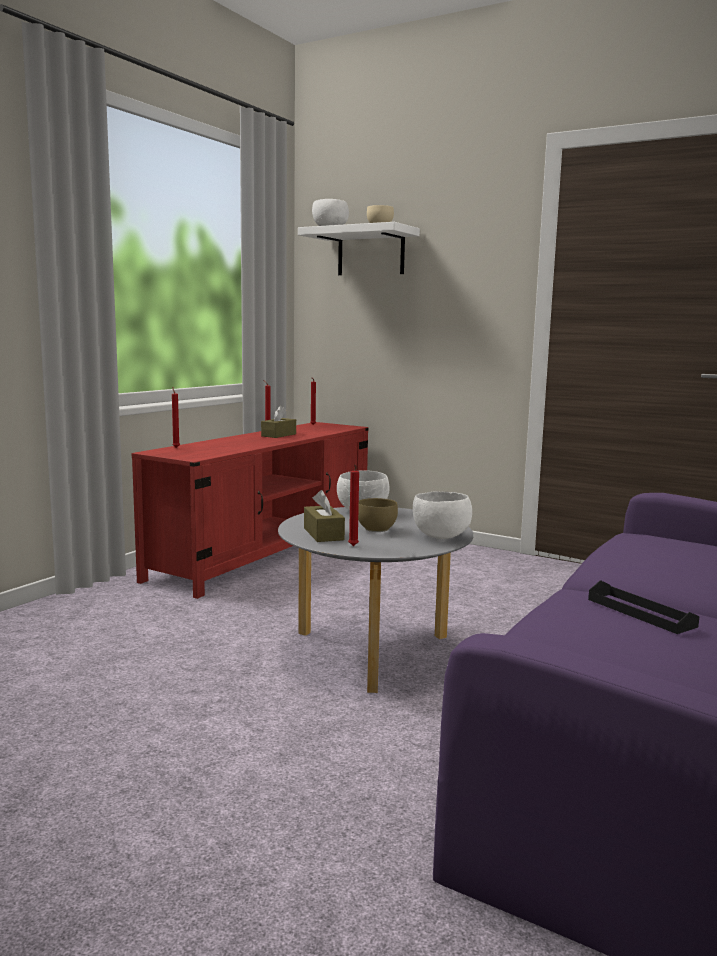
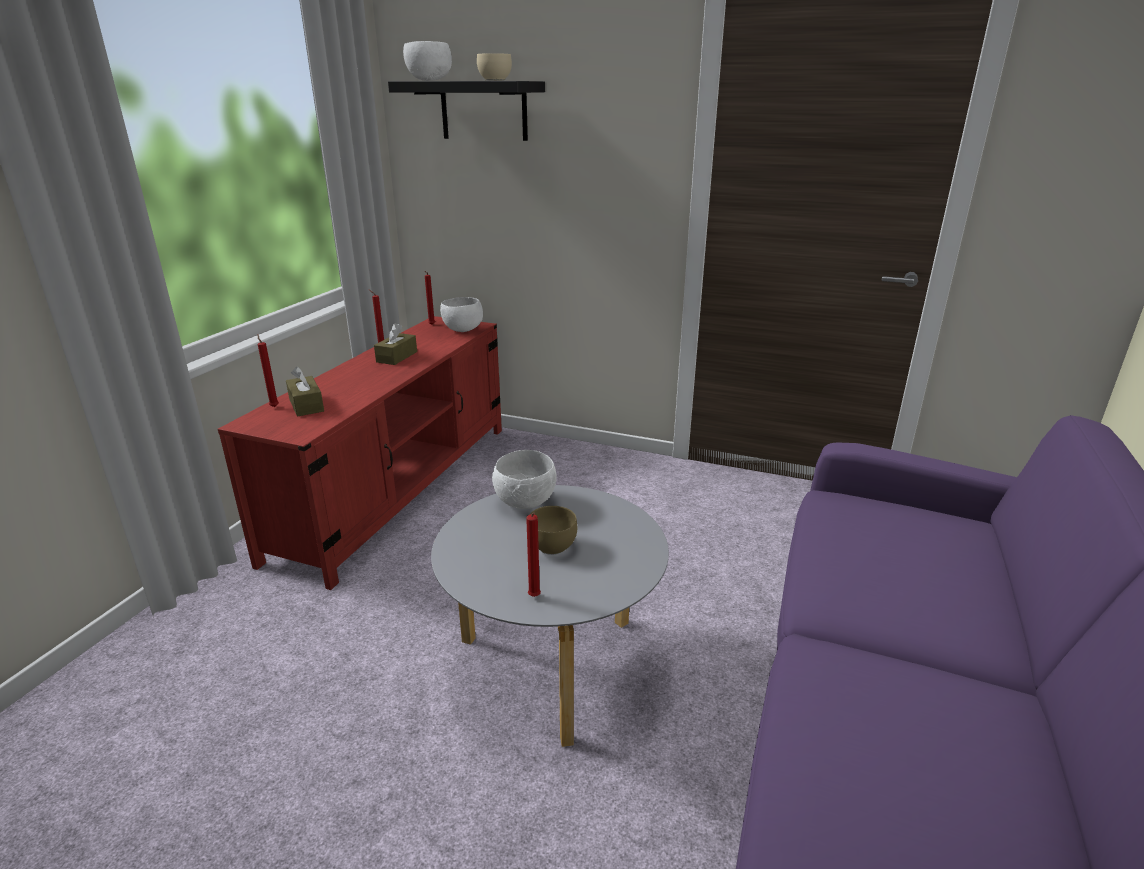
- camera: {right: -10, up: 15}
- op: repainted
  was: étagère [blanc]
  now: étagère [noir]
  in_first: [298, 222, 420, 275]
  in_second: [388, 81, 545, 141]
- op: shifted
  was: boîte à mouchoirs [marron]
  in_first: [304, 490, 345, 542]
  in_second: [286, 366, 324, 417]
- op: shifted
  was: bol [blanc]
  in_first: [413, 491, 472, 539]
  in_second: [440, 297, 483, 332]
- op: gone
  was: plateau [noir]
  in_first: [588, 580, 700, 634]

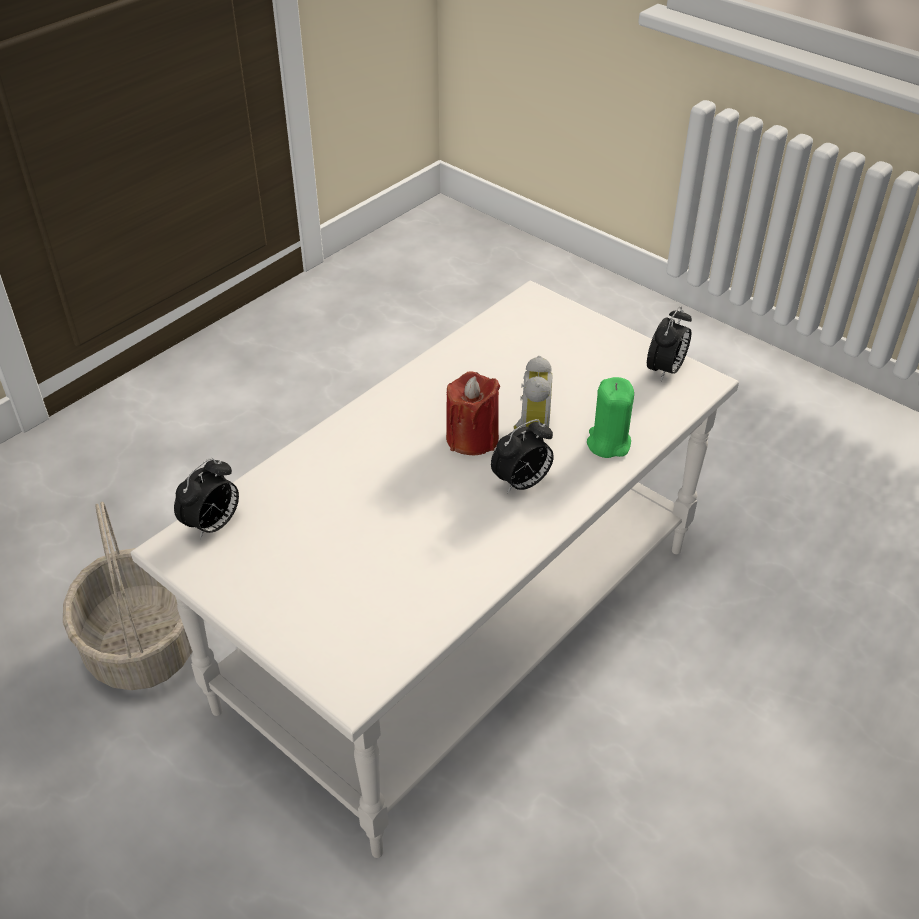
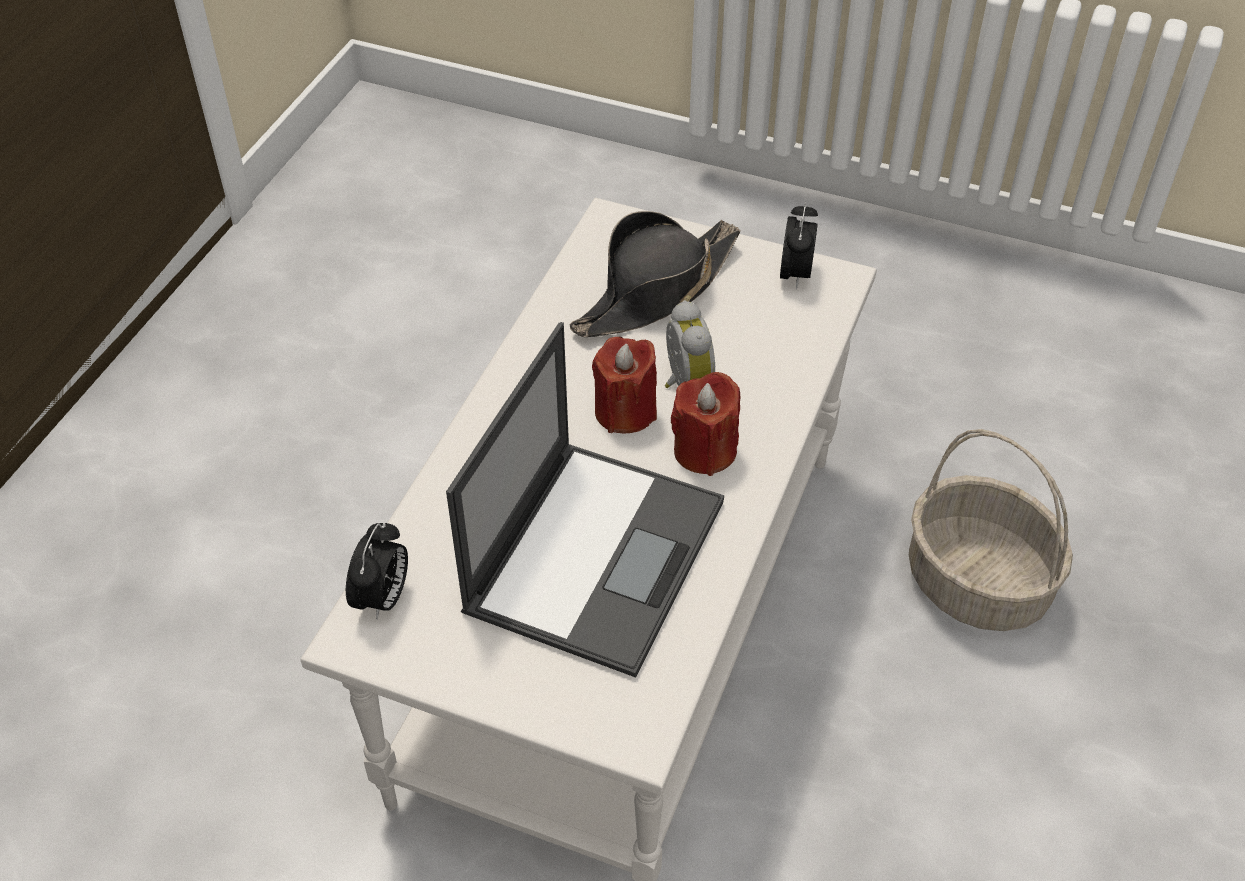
- camera: {right: -20, up: 5}
- op: gone
  was: bougie [vert]
  in_first: [587, 377, 634, 458]
- op: swapped
  was: réveil
  now: bougie [rouge]
  in_first: [491, 419, 554, 493]
  in_second: [671, 372, 740, 476]
- op: shifted
  was: panier
  in_first: [63, 502, 193, 690]
  in_second: [909, 429, 1073, 631]
- op: new
  now: chapeau [noir]
  in_second: [569, 211, 740, 337]
- op: new
  now: ordinateur portable
  in_second: [446, 322, 724, 678]

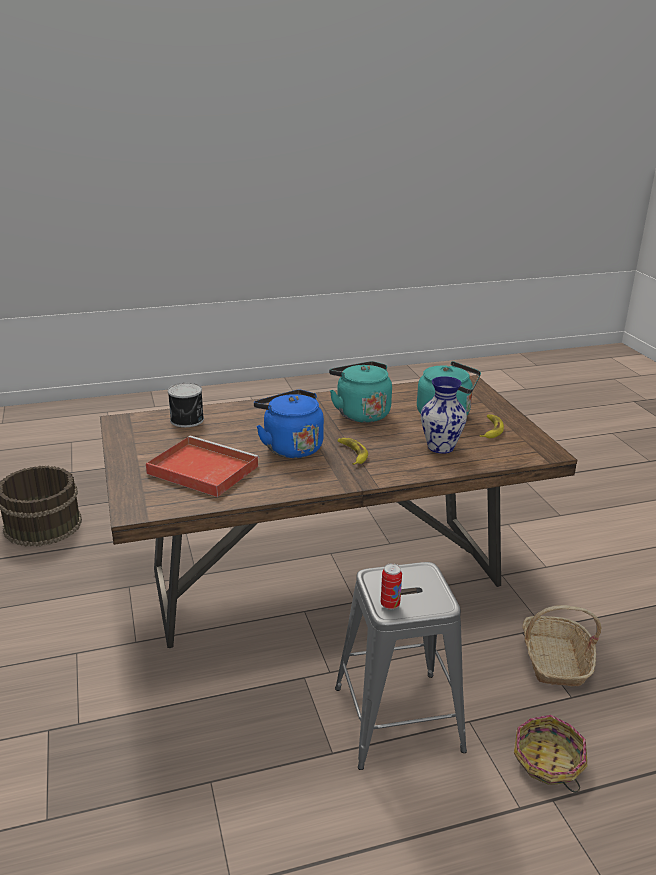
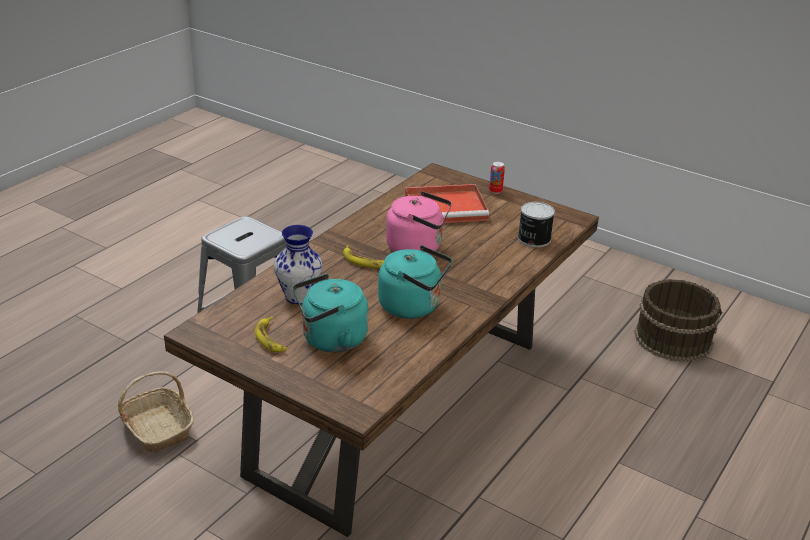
- camera: {right: 140, up: 5}
- op: repainted
  was: bouilloire [bleu]
  now: bouilloire [rose]
  in_first: [254, 390, 324, 458]
  in_second: [386, 191, 452, 254]
- op: shifted
  was: boîte métallique
  in_first: [381, 563, 402, 610]
  in_second: [489, 161, 505, 194]
- op: gone
  was: panier
  in_first: [514, 715, 588, 792]

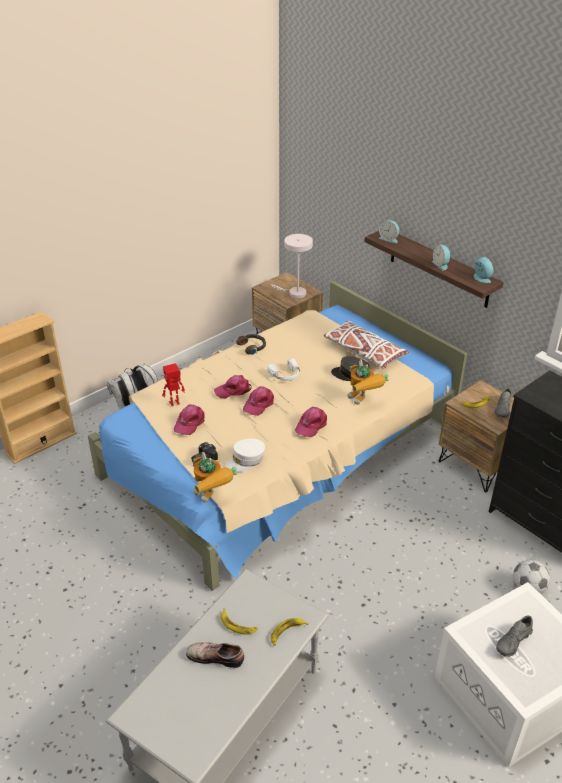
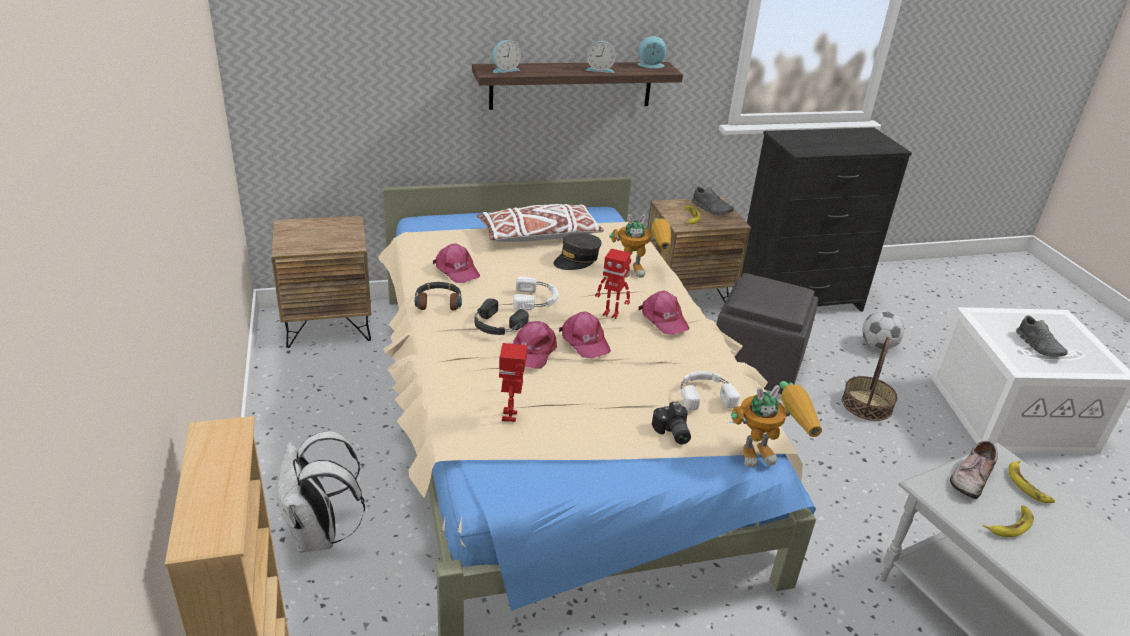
- camera: {right: -65, up: -5}
- op: gone
  was: lampe de table [blanc]
  in_first: [272, 234, 313, 298]
- op: shifted
  was: casquette [rose]
  in_first: [174, 405, 205, 435]
  in_second: [433, 243, 480, 283]
- op: swapped
  was: casquette [blanc]
  now: casque audio [blanc]
  in_first: [226, 438, 265, 472]
  in_second: [681, 371, 740, 410]
- op: shifted
  was: chaussure
  in_first: [186, 642, 244, 668]
  in_second: [950, 441, 998, 499]
- op: new
  now: robot jouet
  in_second: [595, 248, 631, 319]
- op: new
  now: pouf [gris]
  in_second: [716, 273, 818, 394]
- op: new
  now: casque audio [noir]
  in_second: [474, 298, 529, 335]
- op: new
  now: panier
  in_second: [842, 337, 897, 421]

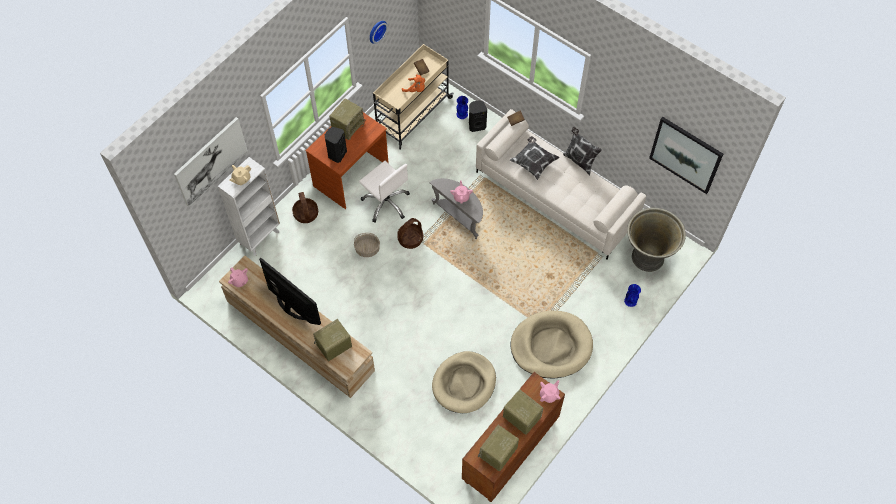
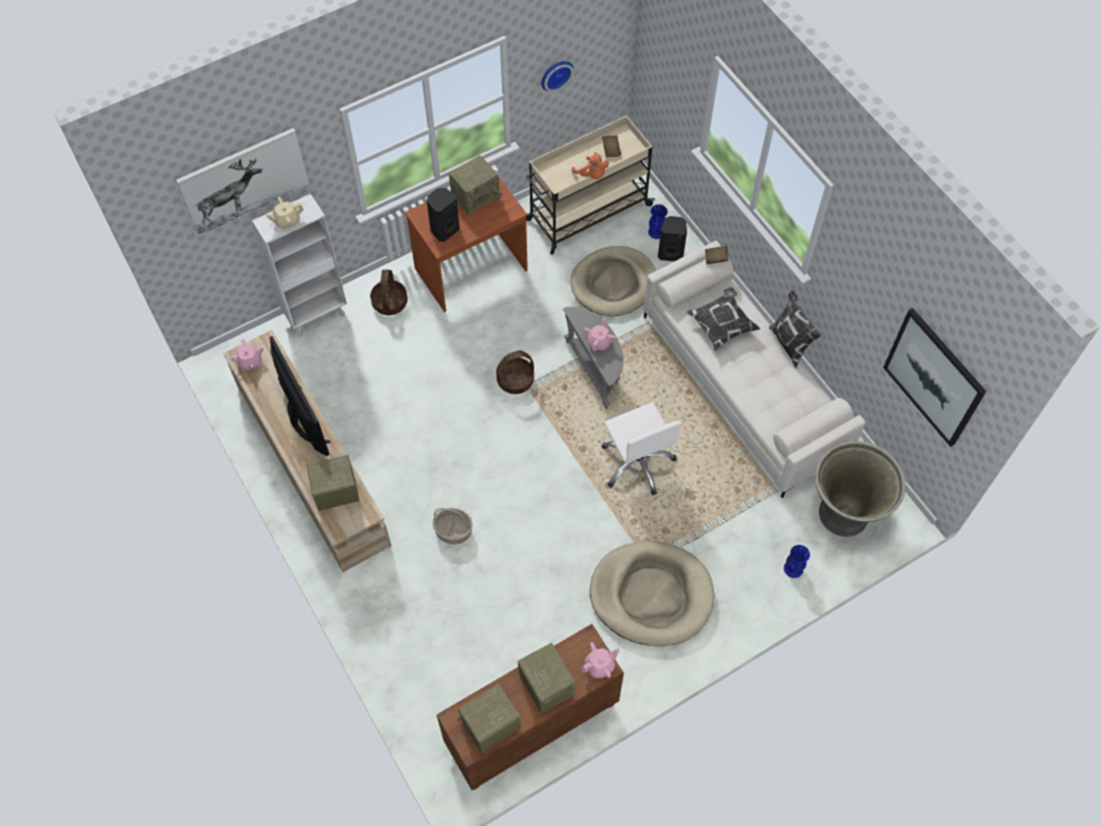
- camera: {right: 20, up: 0}
- op: shifted
  was: chaise de bureau [blanc]
  in_first: [359, 161, 410, 222]
  in_second: [602, 402, 681, 495]
- op: shifted
  was: panier
  in_first: [354, 233, 380, 257]
  in_second: [433, 508, 473, 545]
- op: shifted
  was: panier pour chien [beige]
  in_first: [432, 351, 496, 413]
  in_second: [570, 246, 656, 316]

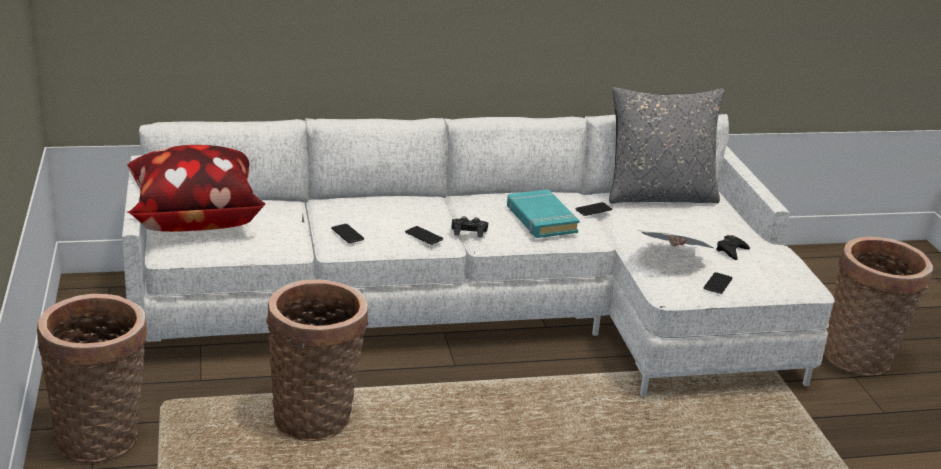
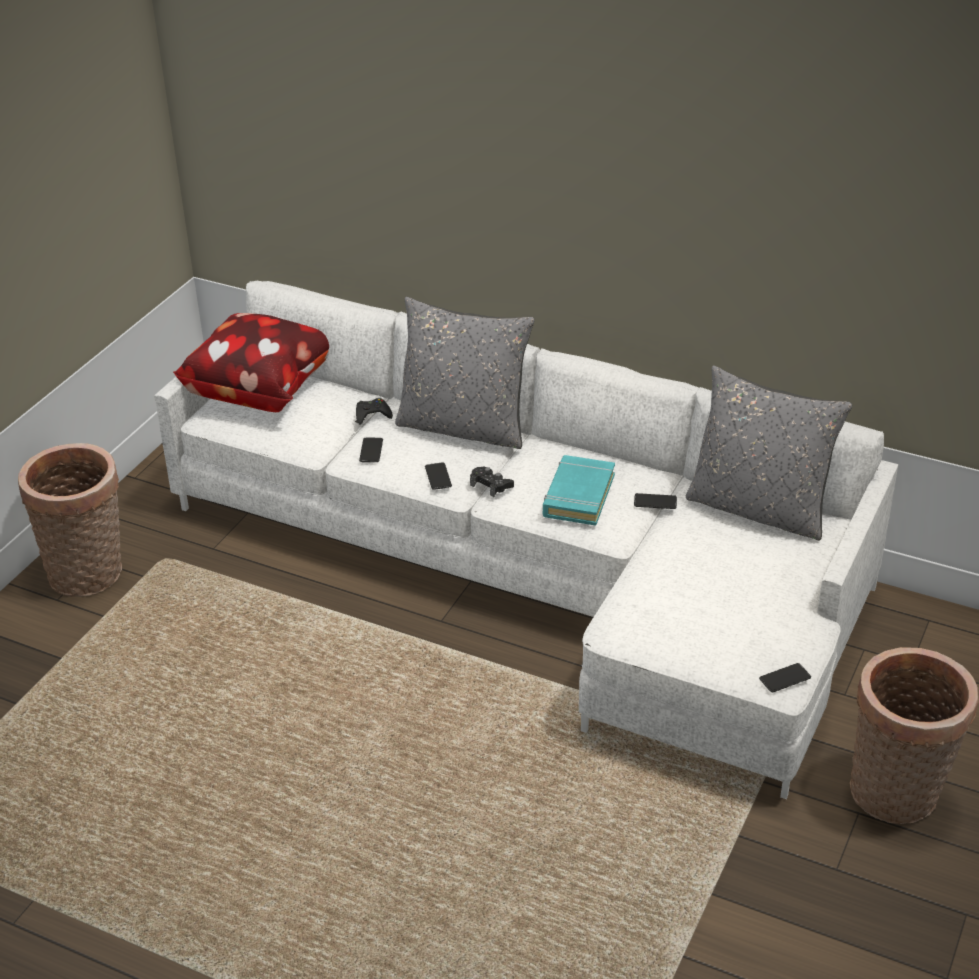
- camera: {right: 40, up: 10}
- op: gone
  was: journal
  in_first: [638, 230, 713, 248]
- op: shifted
  was: manette [noir]
  in_first: [716, 235, 750, 260]
  in_second: [356, 398, 393, 425]
- op: shifted
  was: téléphone
  in_first: [704, 272, 733, 294]
  in_second: [759, 663, 811, 692]
- op: gone
  was: panier
  in_first: [266, 279, 369, 441]
- op: new
  now: coussin [gris]
  in_second: [395, 297, 535, 449]

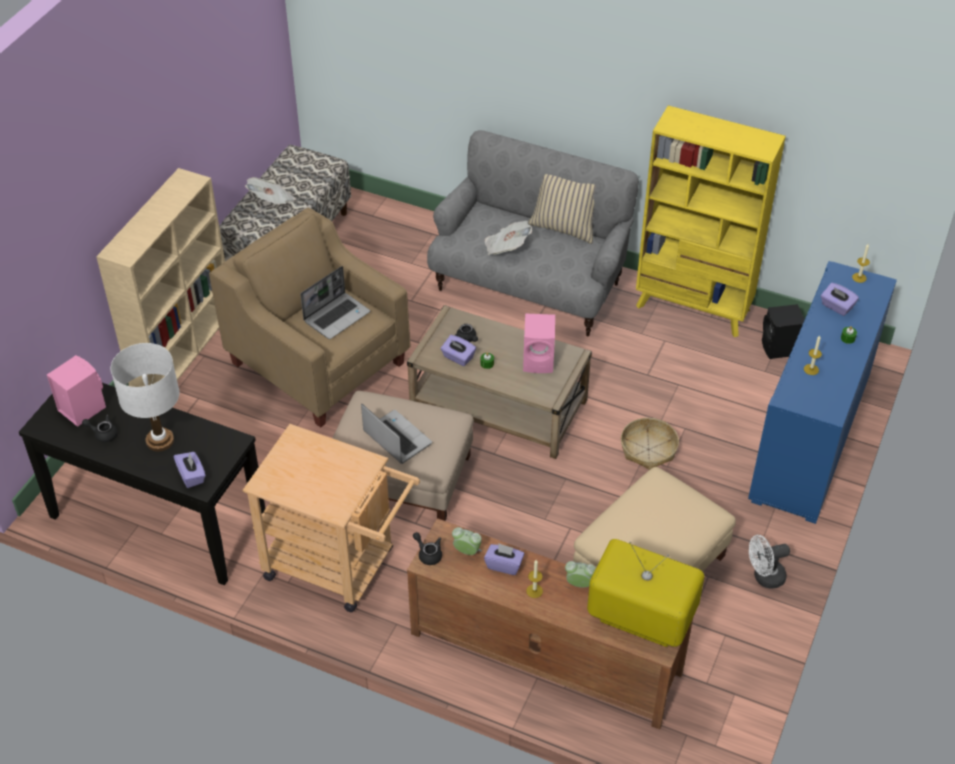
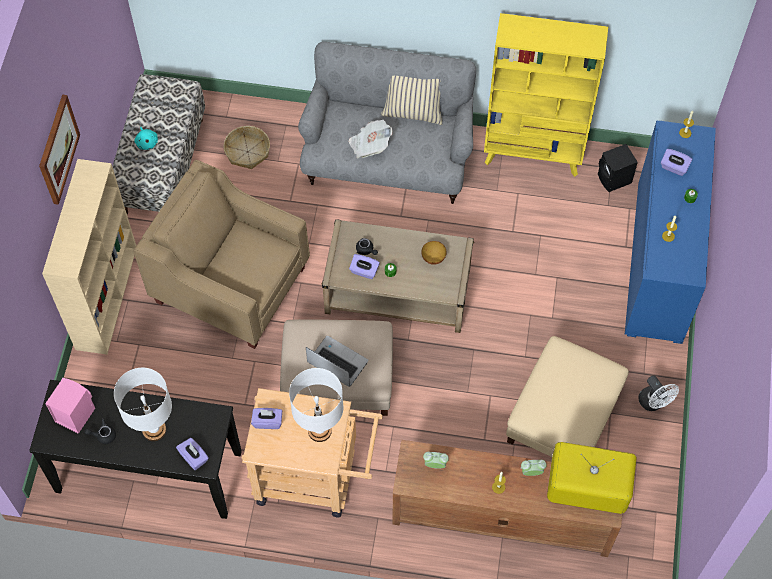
- camera: {right: -15, up: 15}
- op: swapped
  was: journal
  now: peluche [turquoise]
  in_first: [245, 177, 296, 205]
  in_second: [135, 127, 158, 150]
- op: gone
  was: ordinateur portable
  in_first: [300, 266, 370, 339]
- op: swapped
  was: enceinte [rose]
  now: bol
  in_first: [523, 314, 555, 373]
  in_second: [421, 241, 447, 265]
- op: shifted
  was: panier
  in_first: [621, 418, 679, 470]
  in_second: [224, 126, 270, 169]
- op: gone
  was: théière [noir]
  in_first: [413, 532, 442, 565]
- op: rotated
  was: ventilateur [blanc]
  in_first: [749, 535, 790, 589]
  in_second: [638, 376, 679, 411]
  clockwise: -90
- op: shifted
  was: boîte à mouchoirs [violet]
  in_first: [484, 544, 524, 575]
  in_second: [251, 408, 282, 429]
- op: new
  now: tableau
  in_second: [39, 95, 80, 205]
- op: new
  now: lampe de table [blanc]
  in_second: [289, 368, 343, 442]

